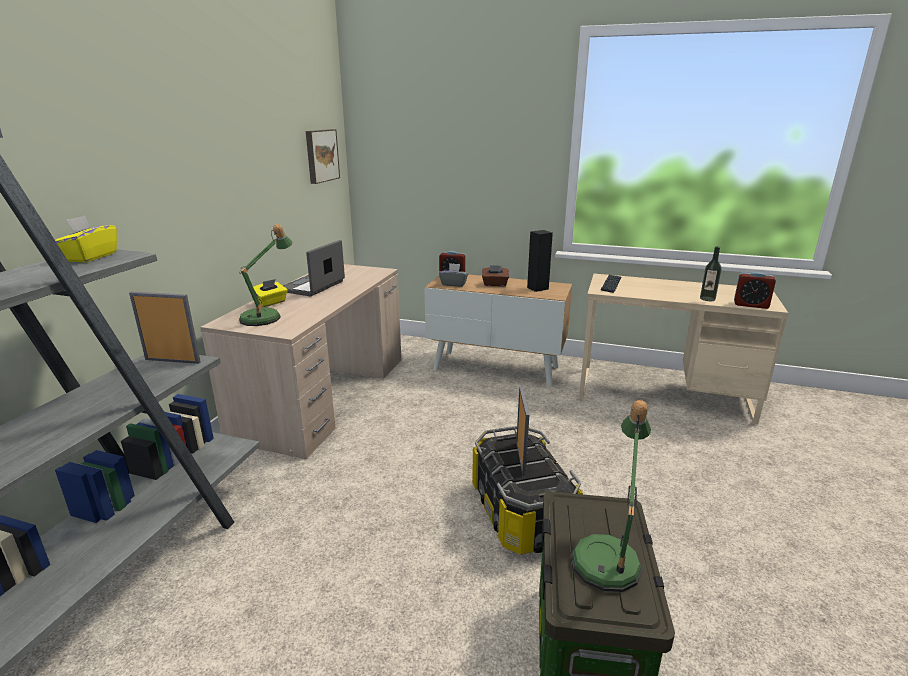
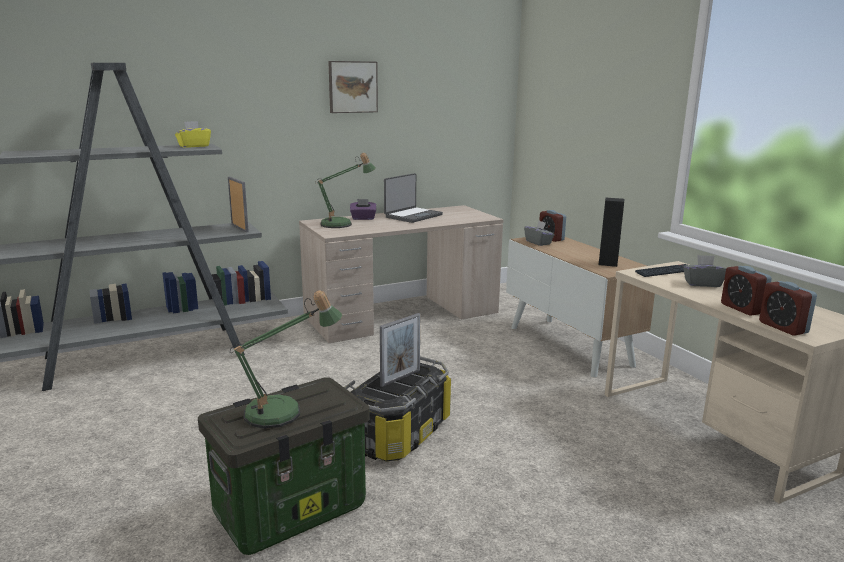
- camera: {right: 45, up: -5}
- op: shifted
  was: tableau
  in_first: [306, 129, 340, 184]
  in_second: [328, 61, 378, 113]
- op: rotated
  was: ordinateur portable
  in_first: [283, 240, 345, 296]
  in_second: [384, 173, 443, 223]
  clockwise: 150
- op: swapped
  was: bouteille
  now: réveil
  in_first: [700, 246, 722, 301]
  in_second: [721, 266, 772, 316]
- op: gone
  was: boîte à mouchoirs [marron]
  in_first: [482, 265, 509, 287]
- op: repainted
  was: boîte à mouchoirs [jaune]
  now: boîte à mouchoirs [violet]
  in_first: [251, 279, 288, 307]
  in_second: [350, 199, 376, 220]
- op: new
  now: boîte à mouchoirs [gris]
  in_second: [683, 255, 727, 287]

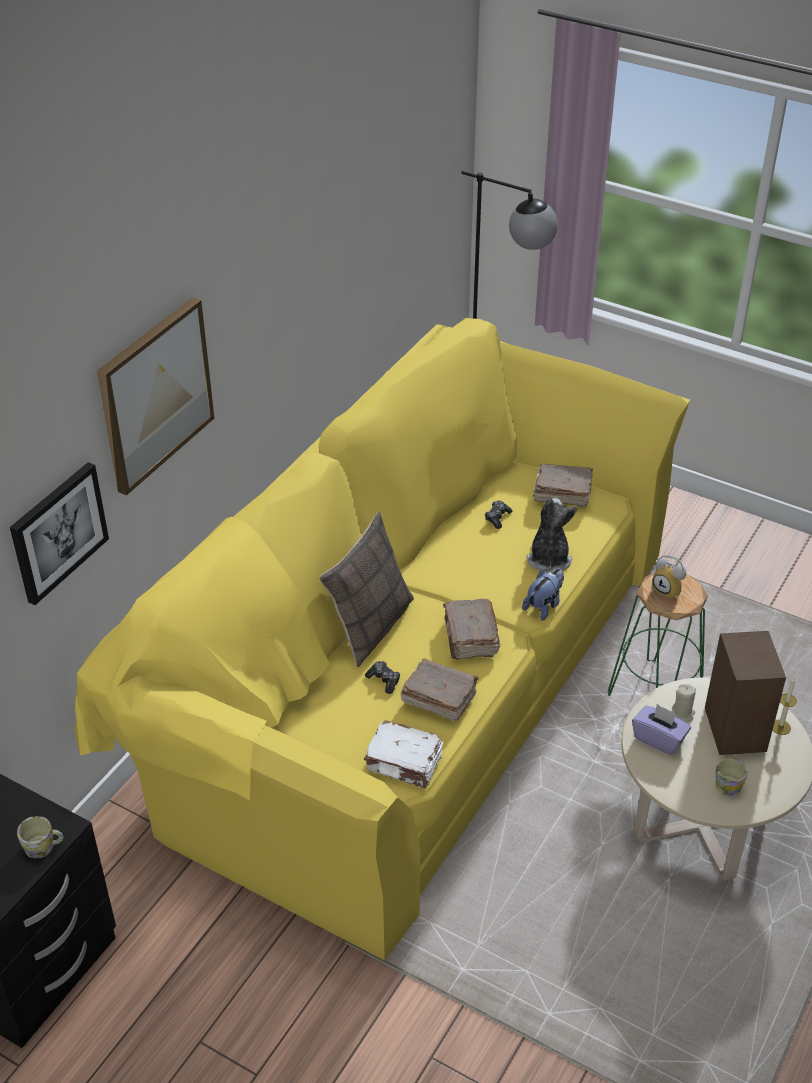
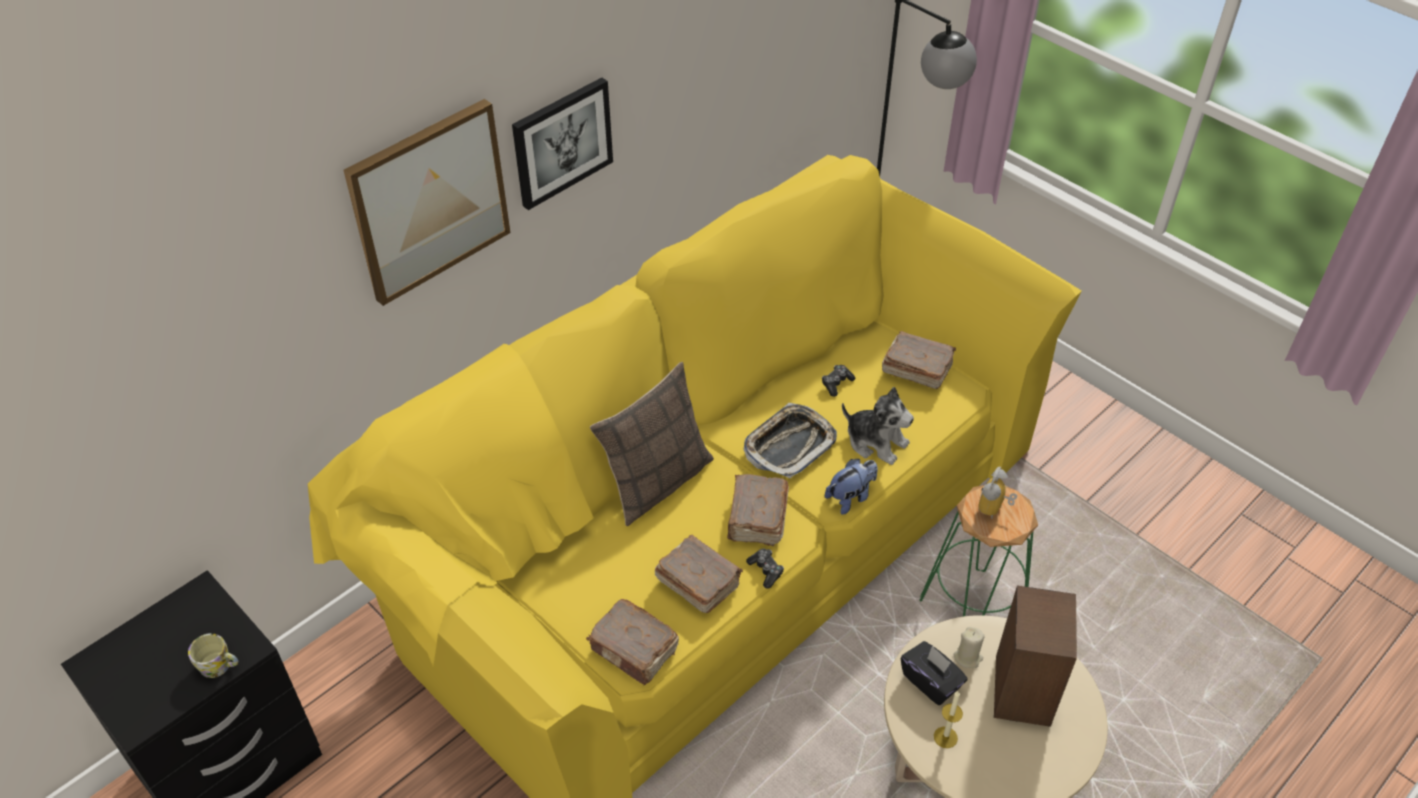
- camera: {right: 15, up: 5}
- op: shifted
  was: tableau
  in_first: [10, 462, 109, 605]
  in_second: [512, 77, 613, 210]
- op: rotated
  was: peluche
  in_first: [526, 498, 577, 572]
  in_second: [842, 387, 914, 465]
  clockwise: 105
- op: rotated
  was: réveil
  in_first: [652, 555, 686, 599]
  in_second: [979, 466, 1017, 519]
  clockwise: 60
- op: shifted
  was: manette
  in_first: [365, 661, 400, 694]
  in_second: [746, 549, 784, 589]
- op: shifted
  was: bougie
  in_first: [772, 677, 797, 735]
  in_second: [934, 691, 963, 748]
- op: repainted
  was: boîte à mouchoirs [violet]
  now: boîte à mouchoirs [noir]
  in_first: [632, 704, 691, 755]
  in_second: [901, 641, 968, 705]
- op: repainted
  was: livre [blanc]
  now: livre [marron]
  in_first: [364, 720, 443, 788]
  in_second: [586, 599, 679, 685]
- op: gone
  was: mug
  in_first: [715, 757, 748, 796]
- op: new
  now: plateau
  in_second: [743, 403, 837, 479]

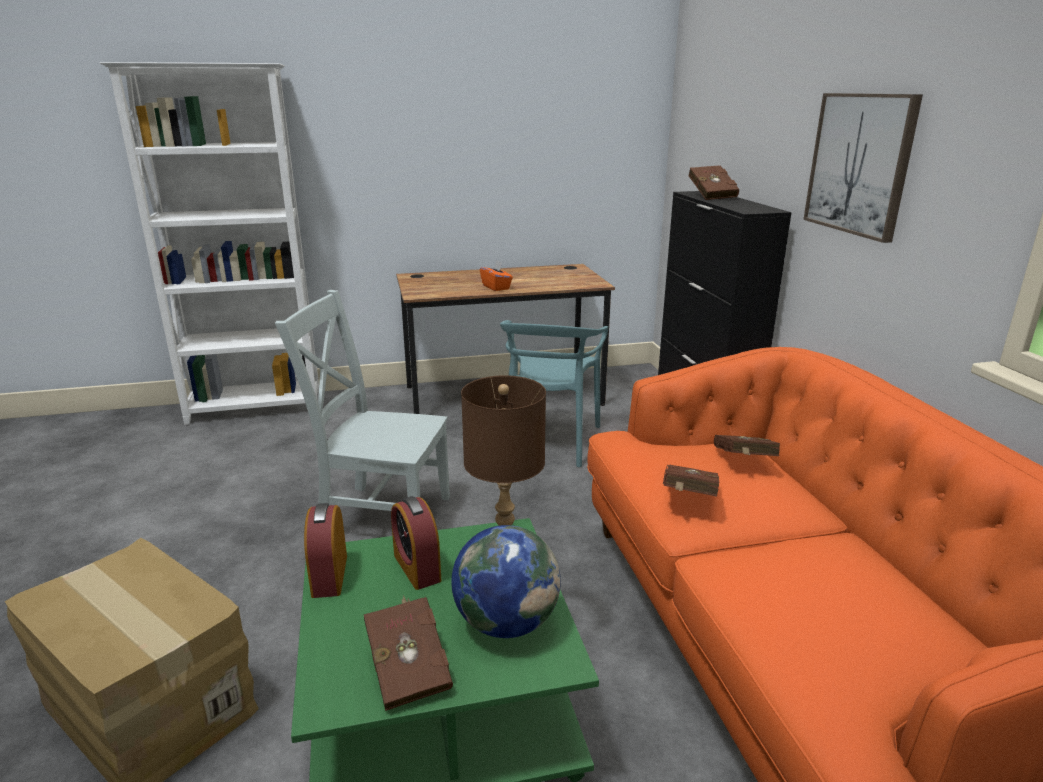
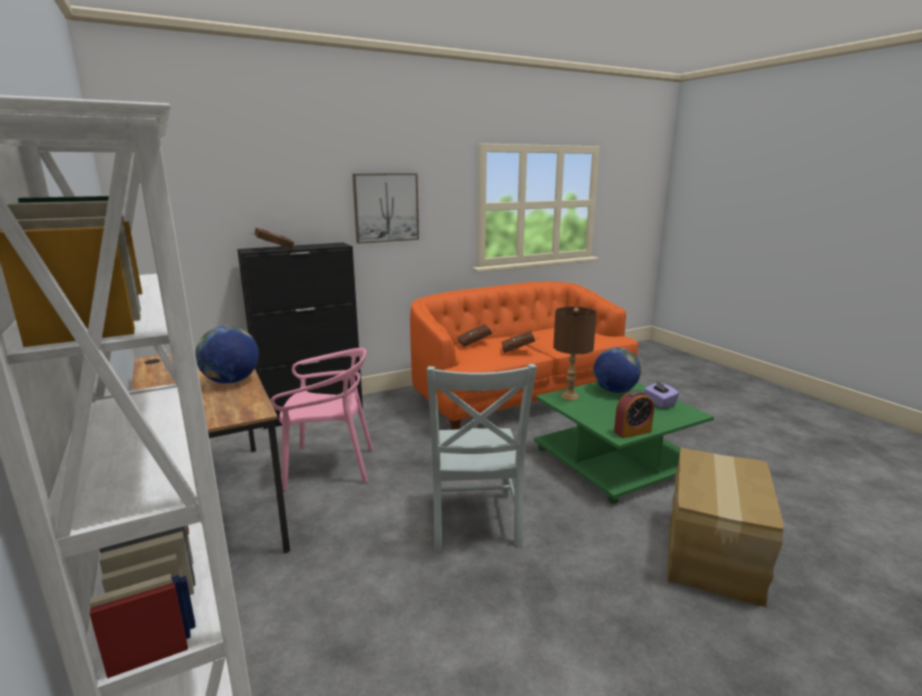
- camera: {right: -105, up: -5}
- op: swapped
  was: boîte à mouchoirs [orange]
  now: globe
  in_first: [480, 260, 513, 291]
  in_second: [195, 325, 259, 384]
- op: repainted
  was: chaise [turquoise]
  now: chaise [rose]
  in_first: [500, 320, 608, 467]
  in_second: [270, 348, 373, 491]
- op: gone
  was: réveil
  in_first: [391, 496, 441, 590]
- op: swapped
  was: livre [marron]
  now: boîte à mouchoirs [violet]
  in_first: [364, 595, 453, 711]
  in_second: [644, 380, 679, 409]

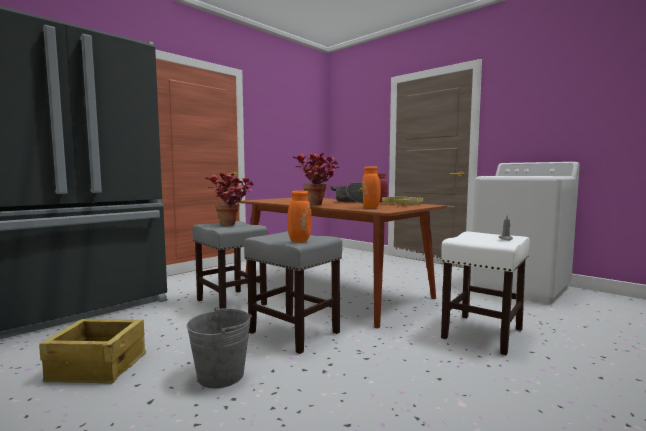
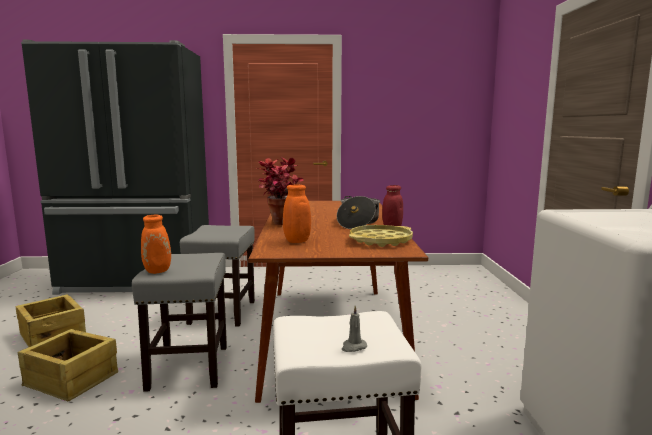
- camera: {right: 45, up: 5}
- op: gone
  was: plante en pot
  in_first: [204, 173, 254, 226]
- op: swapped
  was: seau [gris]
  now: caisse
  in_first: [187, 307, 252, 388]
  in_second: [18, 329, 118, 401]

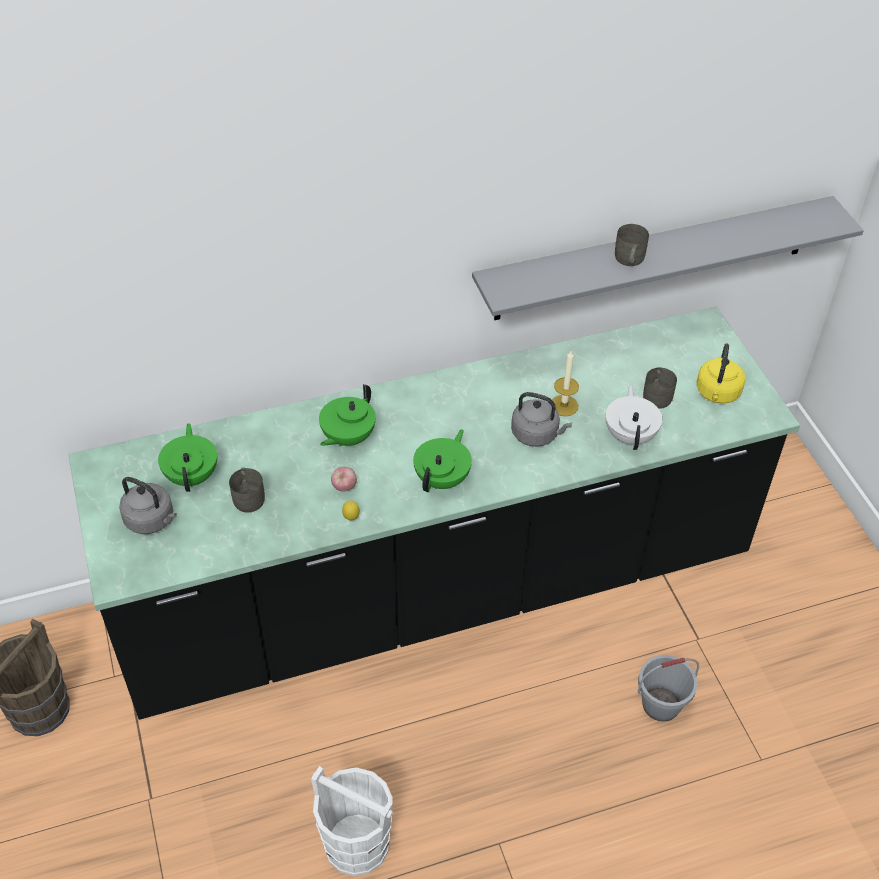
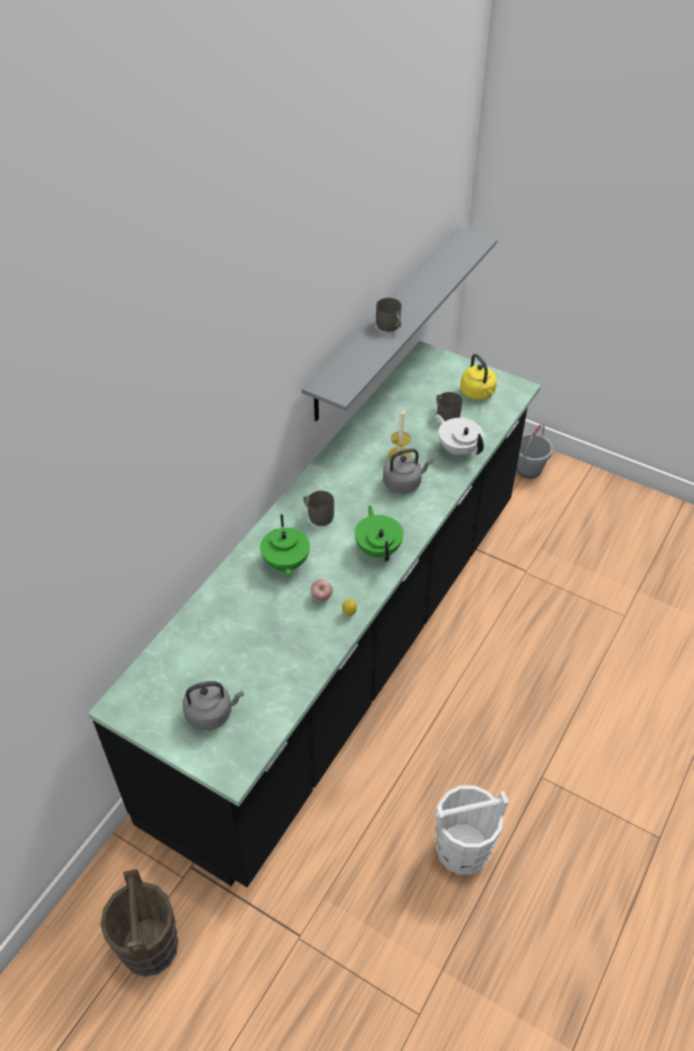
- camera: {right: -40, up: 0}
- op: gone
  was: théière [vert]
  in_first: [158, 423, 217, 492]
- op: shifted
  was: mug [gris]
  in_first: [229, 467, 265, 512]
  in_second: [303, 491, 334, 526]
- op: shifted
  was: seau [gris]
  in_first: [637, 655, 699, 722]
  in_second: [517, 424, 553, 478]

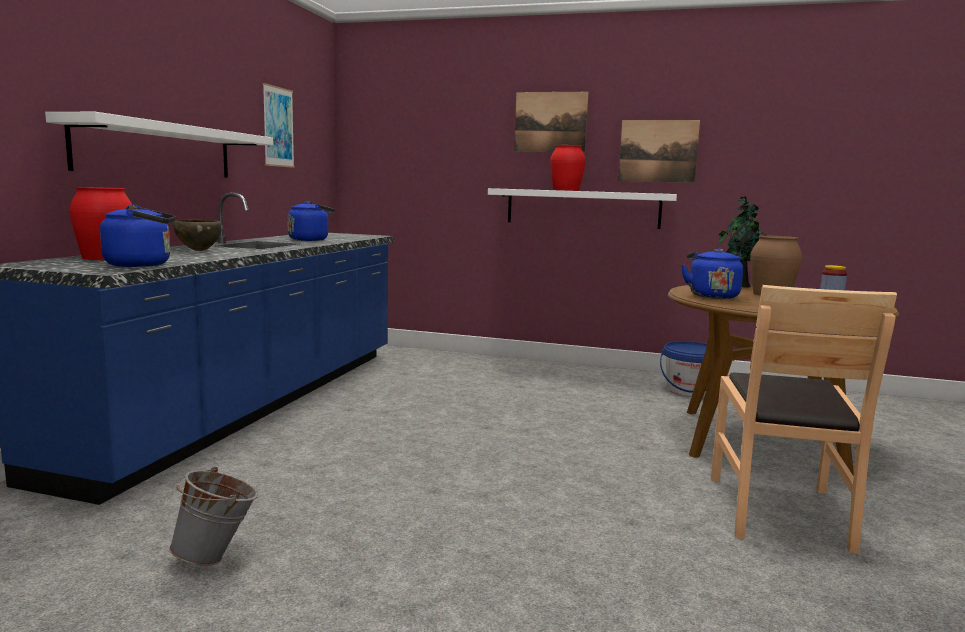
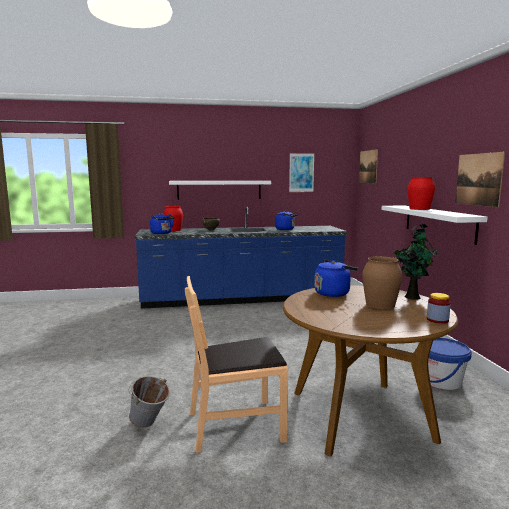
- camera: {right: 65, up: 0}
- op: shifted
  was: tableau
  in_first: [514, 92, 588, 153]
  in_second: [359, 149, 378, 183]
- op: shifted
  was: seau [gris]
  in_first: [169, 467, 258, 566]
  in_second: [129, 376, 170, 428]

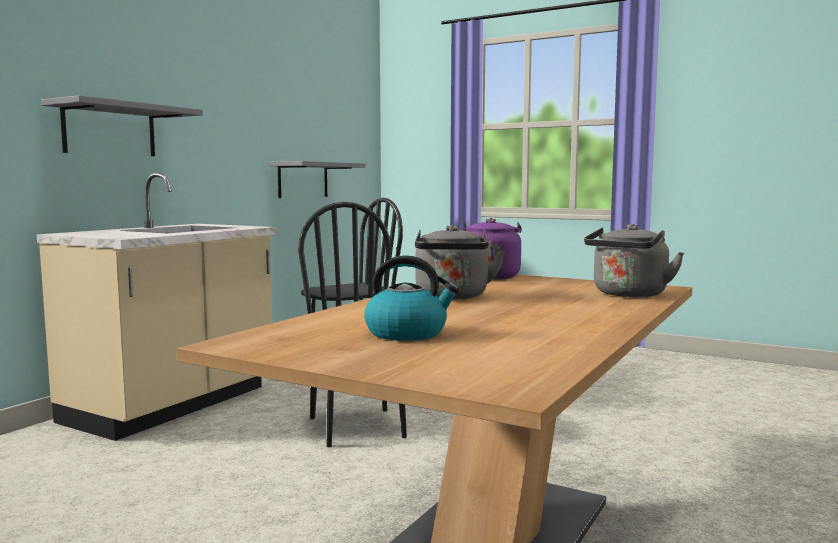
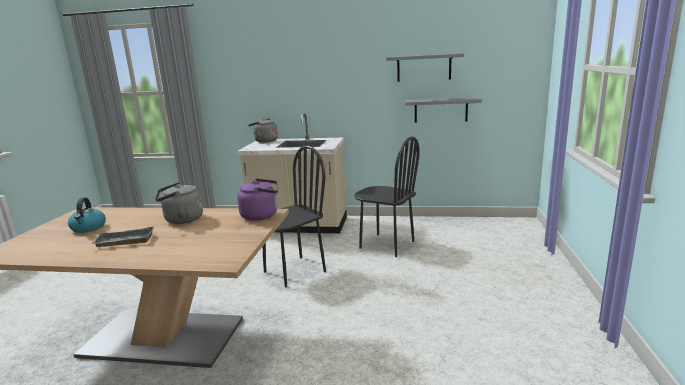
- camera: {right: 70, up: 10}
- op: shifted
  was: étagère [gris]
  in_first: [41, 95, 203, 156]
  in_second: [386, 53, 464, 82]
- op: shifted
  was: bouilloire [gris]
  in_first: [584, 224, 684, 297]
  in_second: [248, 118, 278, 143]
- op: new
  now: plateau [gris]
  in_second: [91, 226, 154, 247]

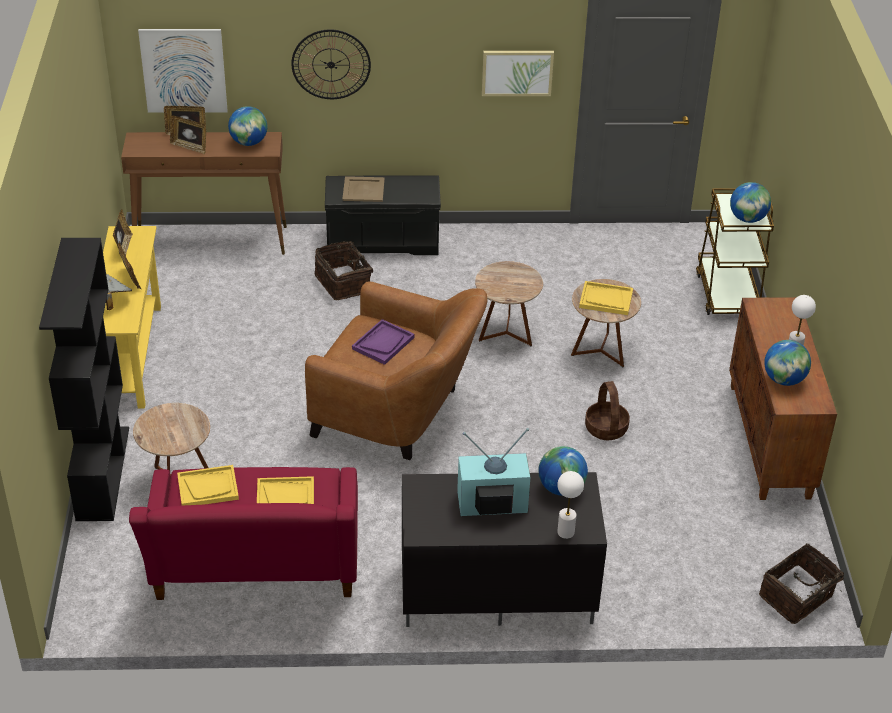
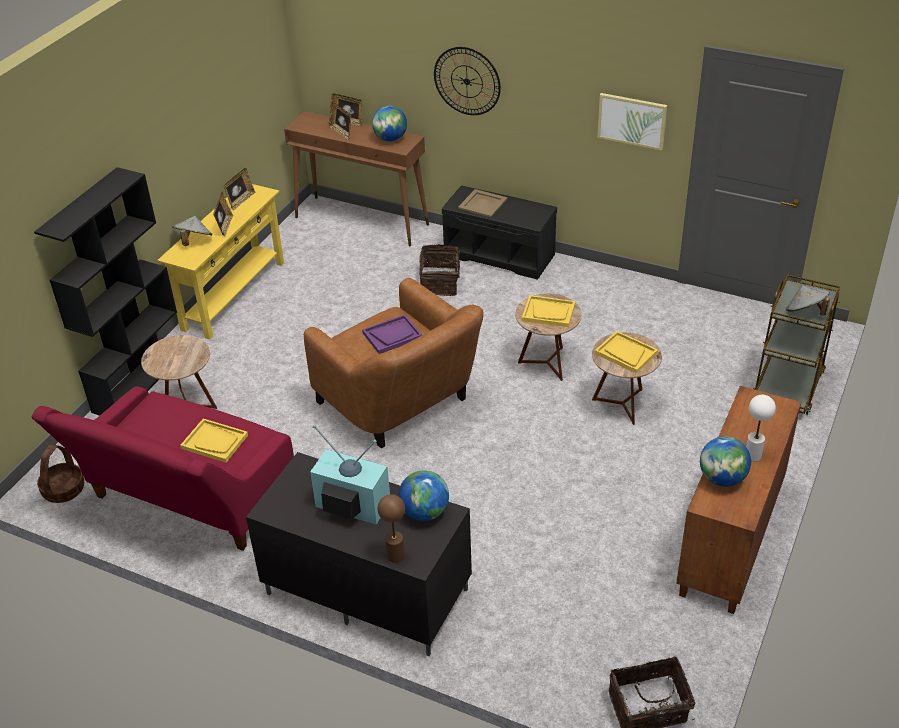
- camera: {right: 30, up: 0}
- op: gone
  was: tableau
  in_first: [138, 29, 228, 113]
- op: swapped
  was: globe
  now: chapeau [gris]
  in_first: [730, 182, 771, 223]
  in_second: [786, 285, 830, 316]
- op: shifted
  was: panier
  in_first: [585, 381, 630, 440]
  in_second: [37, 444, 84, 503]
- op: shifted
  was: plateau [jaune]
  in_first: [177, 465, 239, 506]
  in_second: [522, 295, 575, 327]
- op: repainted
  was: lampe de table [blanc]
  now: lampe de table [marron]
  in_first: [557, 471, 584, 539]
  in_second: [378, 494, 405, 563]

